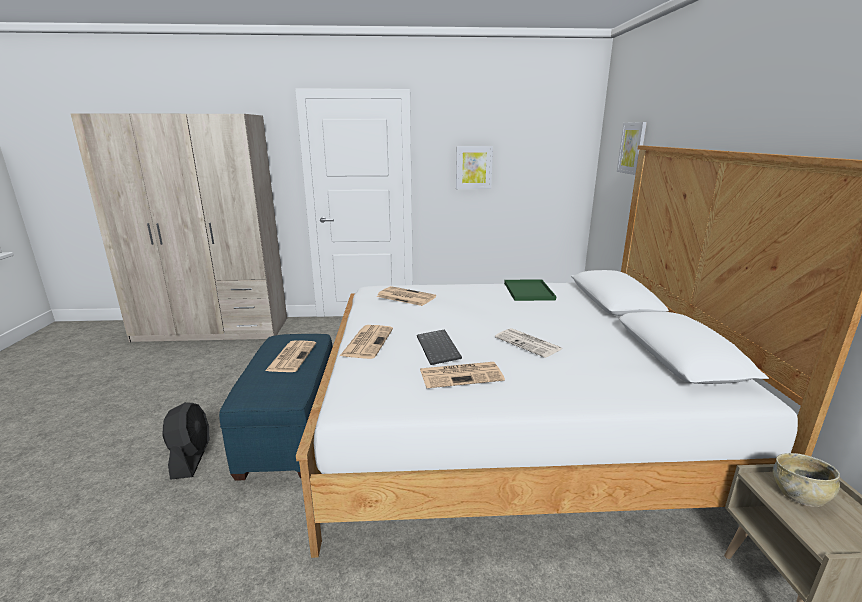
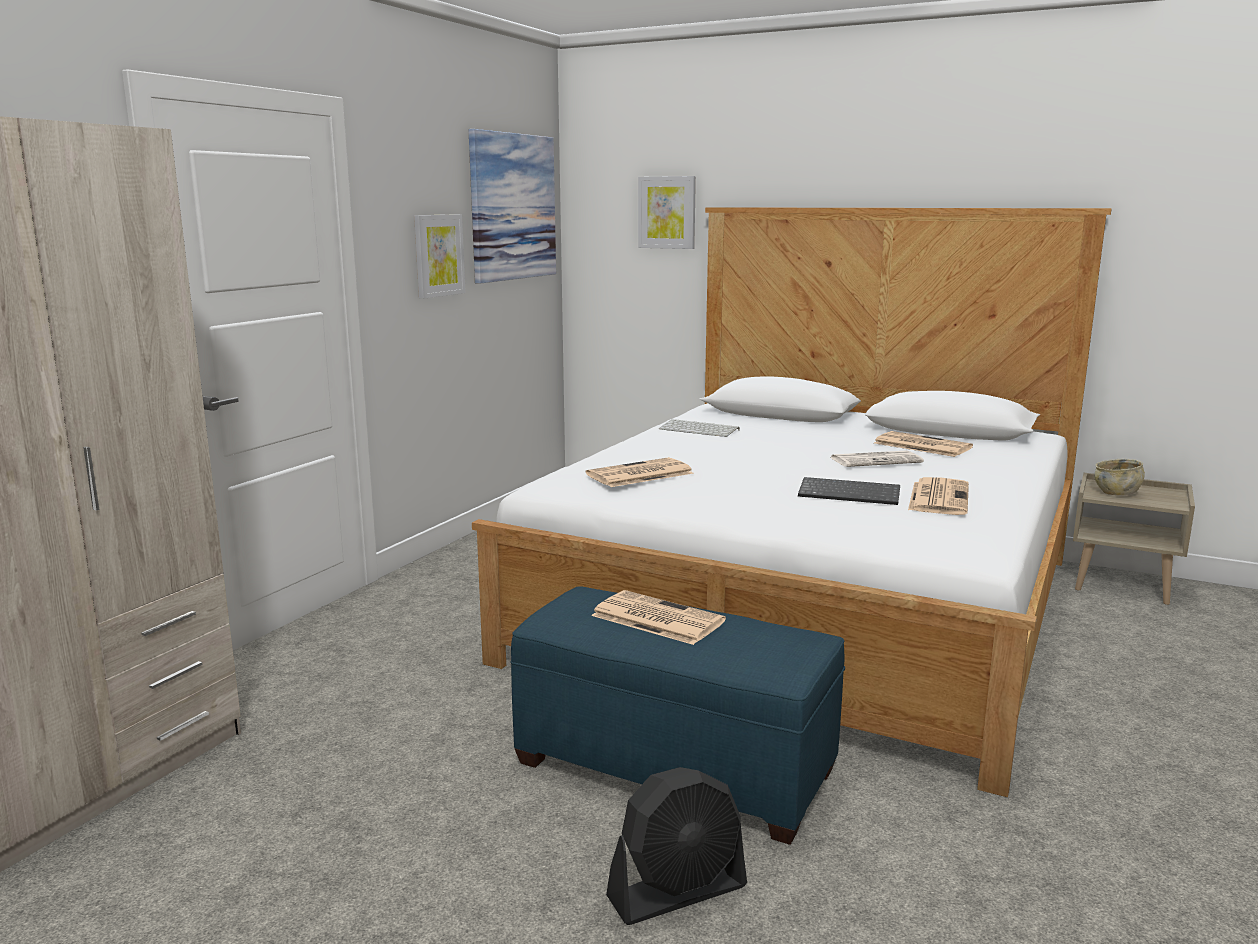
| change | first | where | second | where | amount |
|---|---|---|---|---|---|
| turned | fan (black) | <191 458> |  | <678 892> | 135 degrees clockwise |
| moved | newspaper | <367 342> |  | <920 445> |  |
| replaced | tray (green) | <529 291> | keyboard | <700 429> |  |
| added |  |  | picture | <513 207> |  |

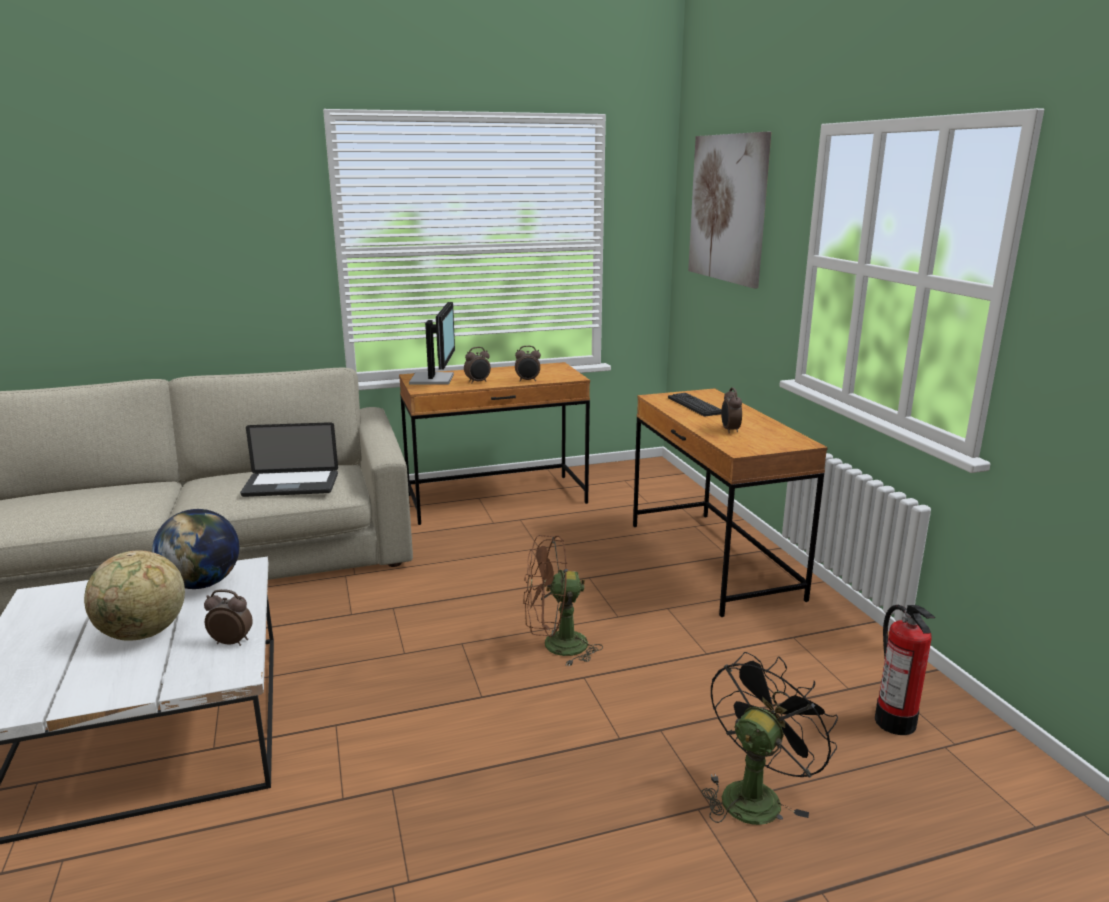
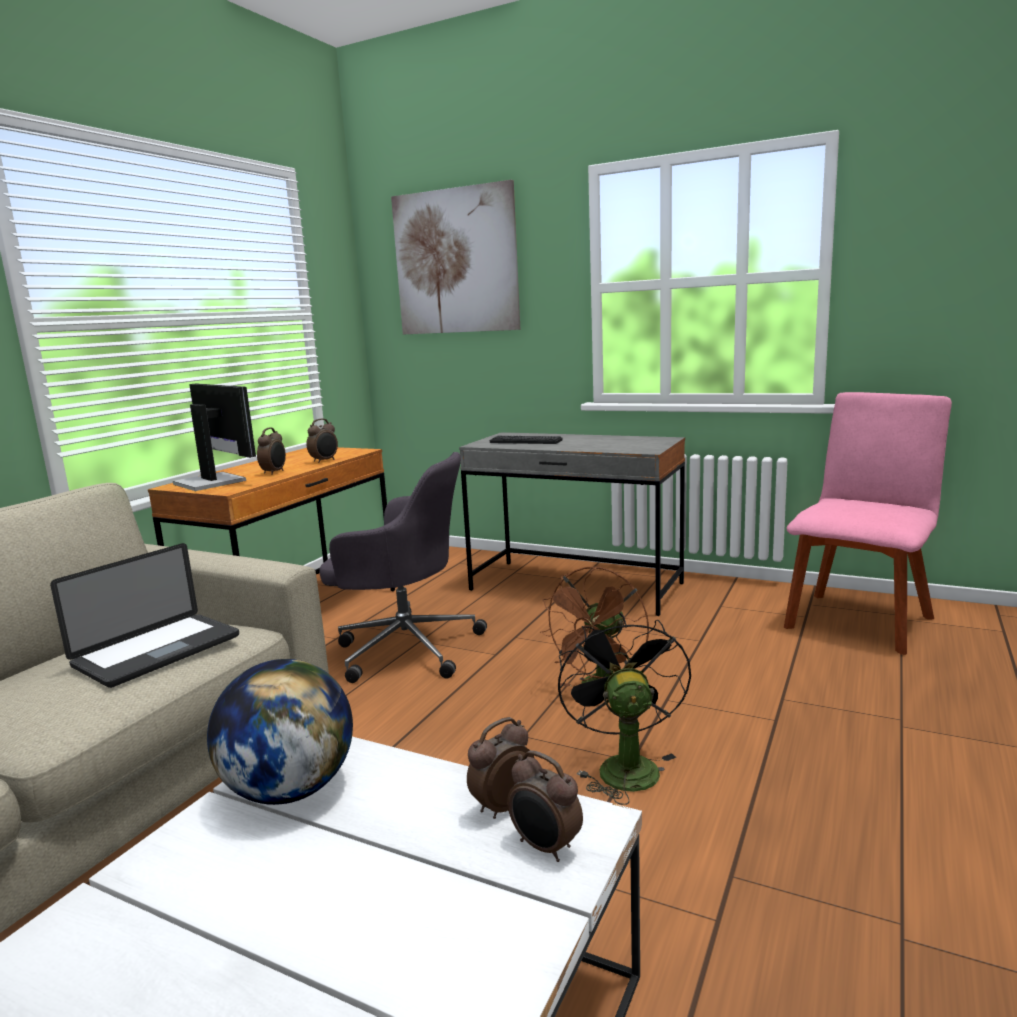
| change | first | where | second | where | amount |
|---|---|---|---|---|---|
| removed | globe | <143 634> |  |  |  |
| recoloured | desk (brown) | <712 560> | desk (grey) | <575 587> |  |
| moved | fan (black) | <755 794> |  | <623 766> |  |
| moved | alarm clock | <729 430> |  | <545 847> |  |
| replaced | fire extinguisher | <895 722> | chair (pink) | <859 620> |  |
| added |  |  | office chair (grey) | <405 648> |  |

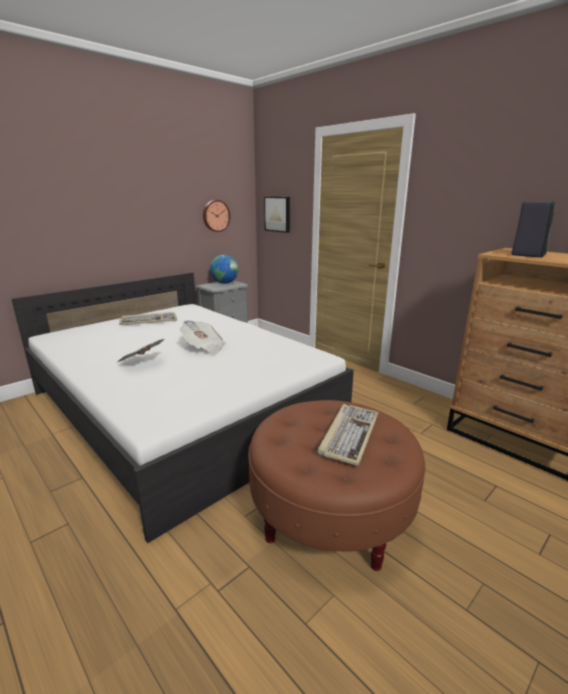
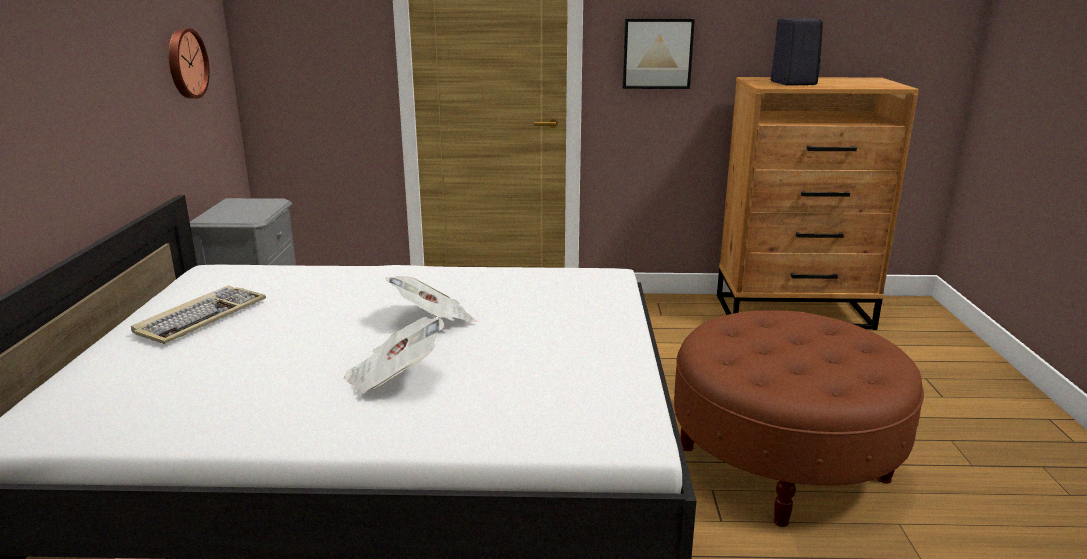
| change | first | where | second | where | amount |
|---|---|---|---|---|---|
| removed | globe | <225 283> |  |  |  |
| moved | picture | <278 214> |  | <657 53> |  |
| removed | keyboard | <349 434> |  |  |  |

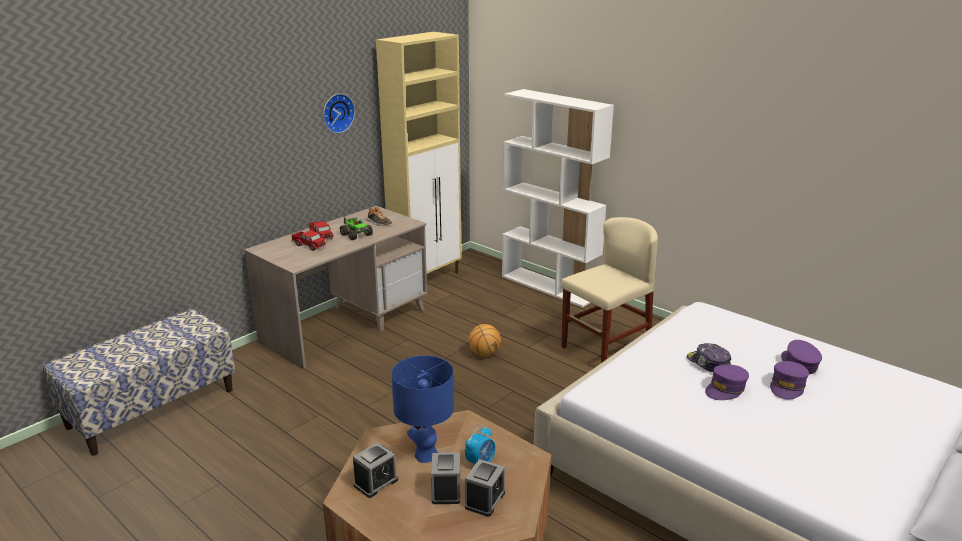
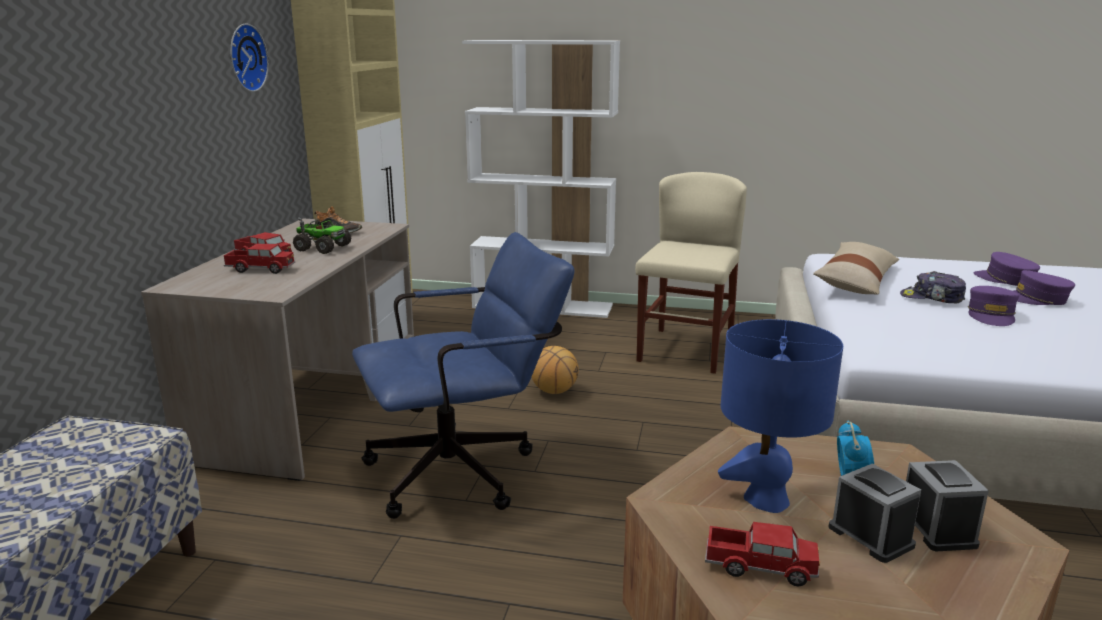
| change | first | where | second | where | amount |
|---|---|---|---|---|---|
| replaced | alarm clock | <376 482> | toy truck | <760 566> |  |
| turned | cap (purple) | <787 386> |  | <1035 299> | 105 degrees clockwise |
| added |  |  | office chair (blue) | <465 470> |  |
| added |  |  | pillow (beige) | <856 281> |  |

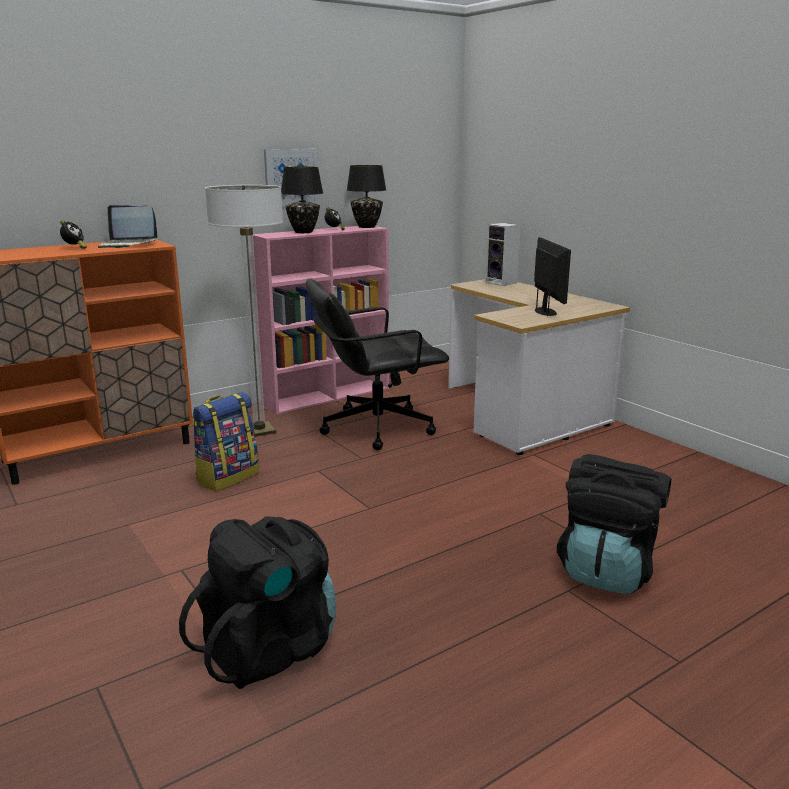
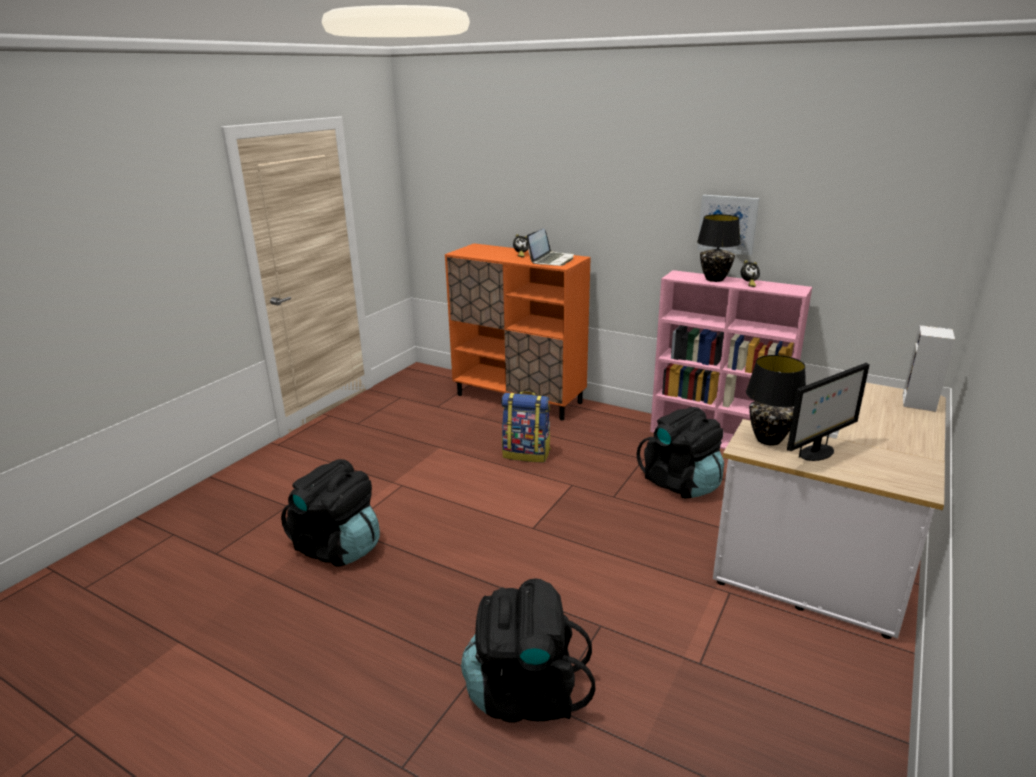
| change | first | where | second | where | amount |
|---|---|---|---|---|---|
| turned | laptop | <128 245> |  | <552 260> | 135 degrees counterclockwise |
| removed | floor lamp | <259 431> |  |  |  |
| replaced | office chair (black) | <375 427> | backpack (black) | <681 483> |  |
| moved | table lamp (black) | <366 227> |  | <767 440> |  |

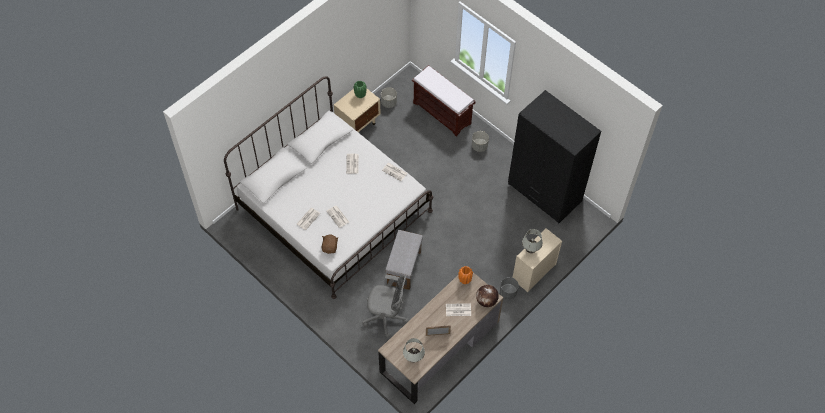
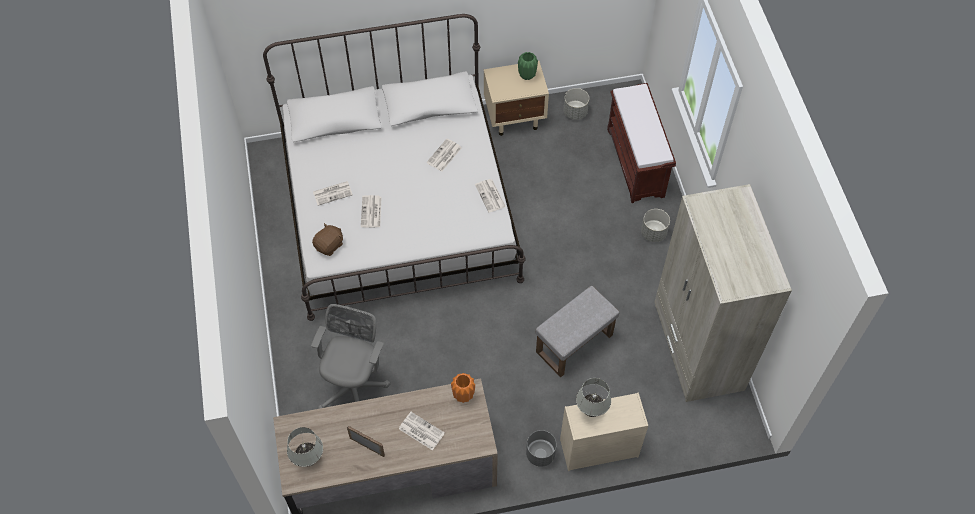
| change | first | where | second | where | amount |
|---|---|---|---|---|---|
| turned | office chair (grey) | <386 317> |  | <354 385> | 120 degrees counterclockwise |
| moved | ottoman (grey) | <404 268> |  | <574 344> |  |
| removed | globe | <486 301> |  |  |  |
| recoloured | wardrobe (black) | <544 193> | wardrobe (beige) | <697 347> |  |

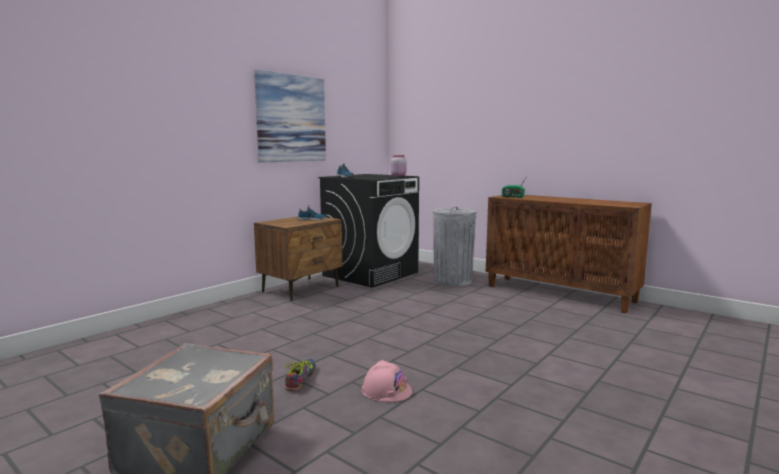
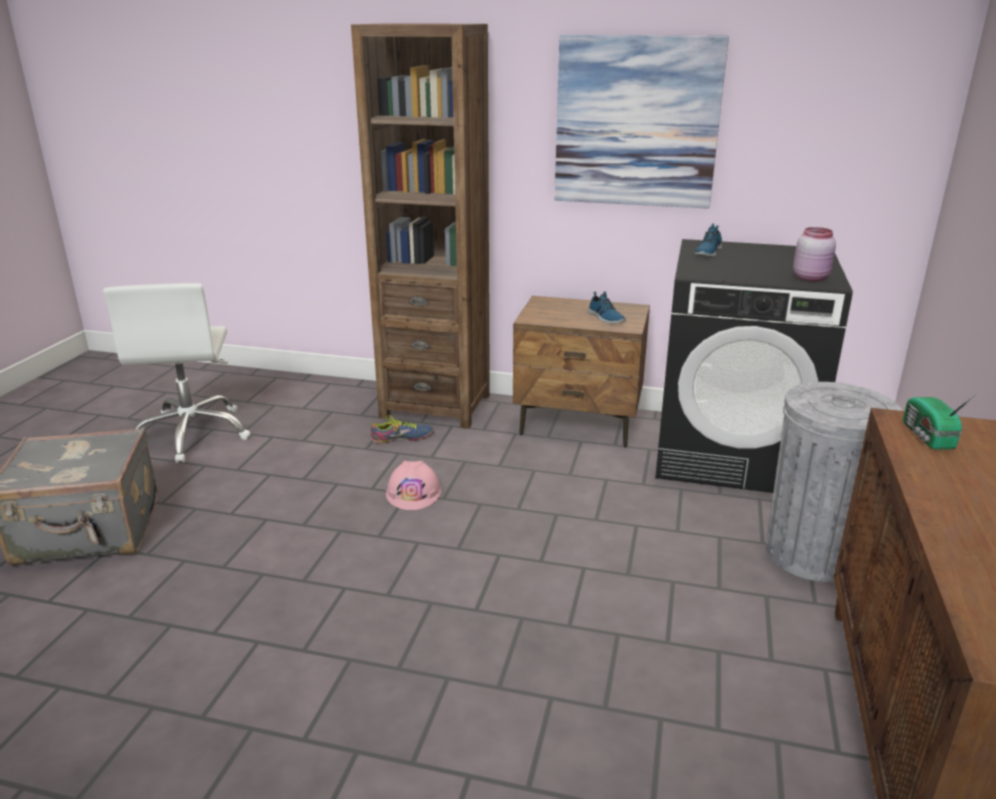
| change | first | where | second | where | amount |
|---|---|---|---|---|---|
| moved | shoe | <300 378> |  | <402 437> |  |
| moved | hard hat (pink) | <386 390> |  | <413 493> |  |
| added |  |  | office chair (white) | <192 434> |  |
| added |  |  | bookcase (brown) | <436 406> |  |

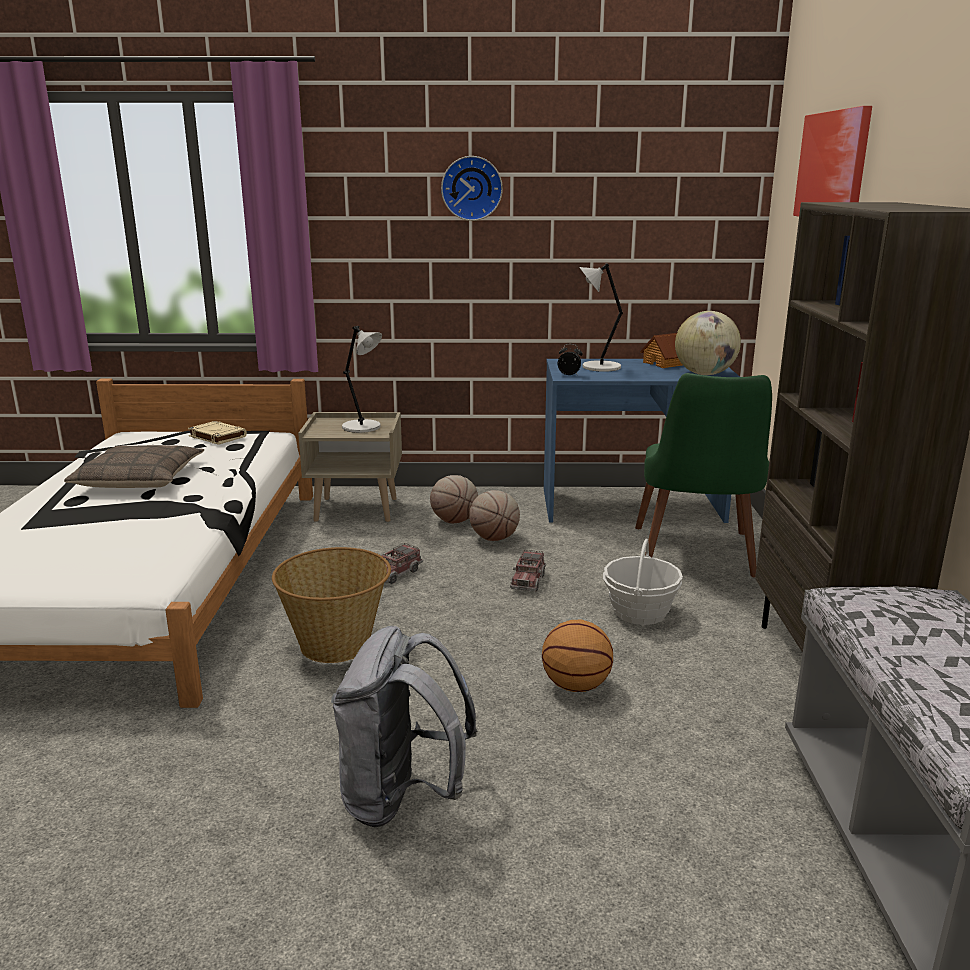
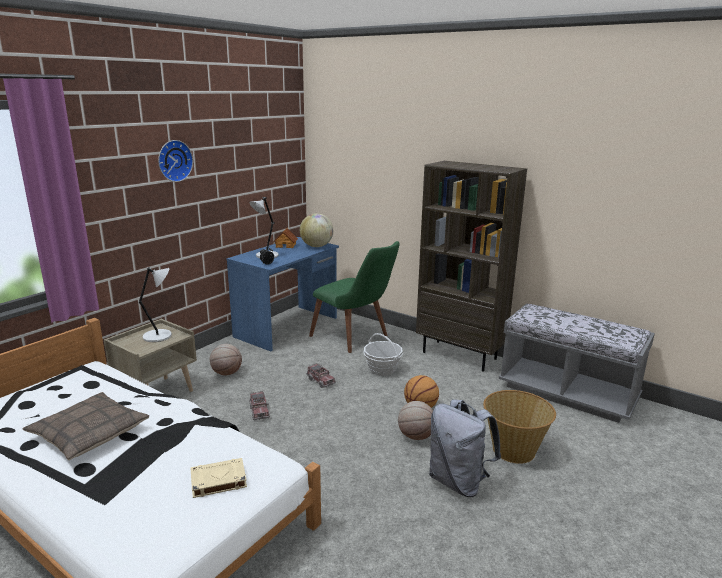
| change | first | where | second | where | amount |
|---|---|---|---|---|---|
| moved | book (beige) | <217 436> |  | <218 481> |  |
| moved | basket | <337 644> |  | <513 449> |  |
| moved | basketball | <494 538> |  | <415 436> |  |
| removed | picture | <832 166> |  |  |  |

